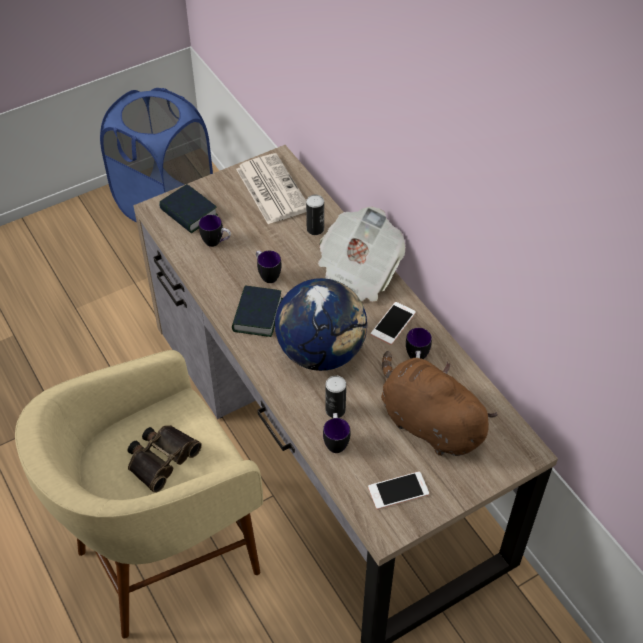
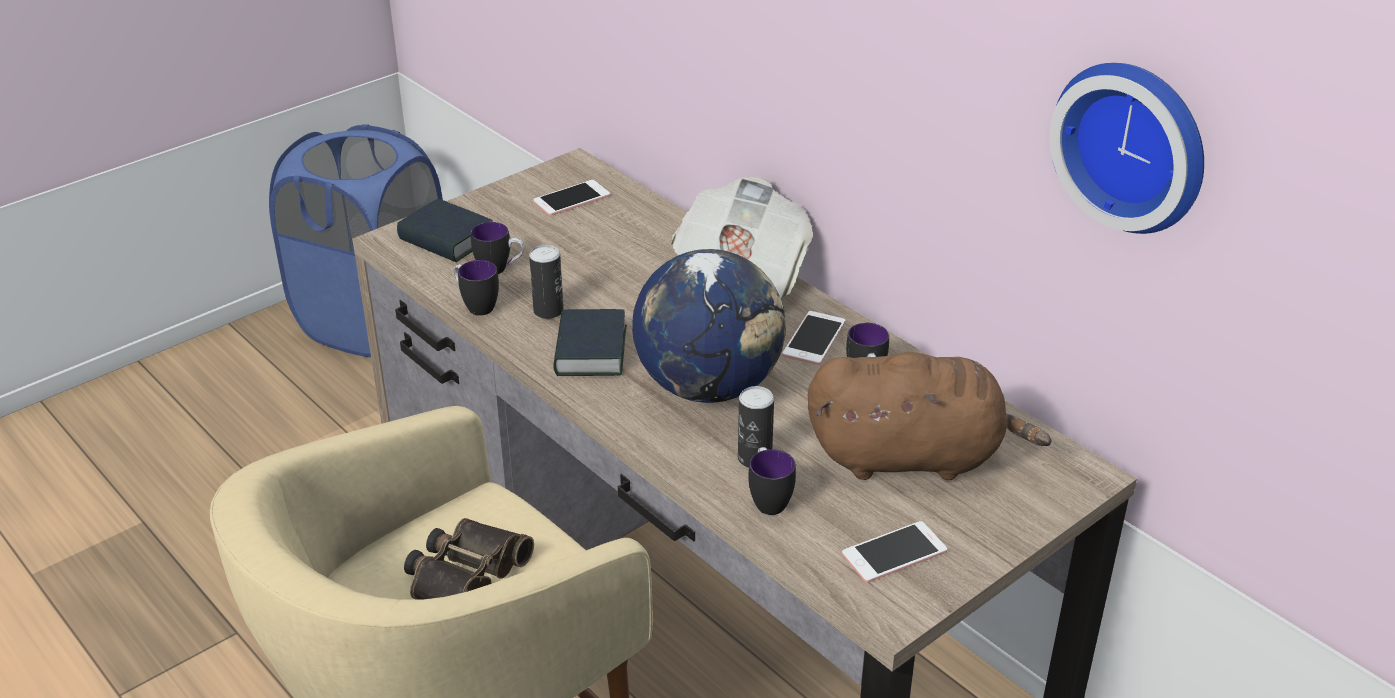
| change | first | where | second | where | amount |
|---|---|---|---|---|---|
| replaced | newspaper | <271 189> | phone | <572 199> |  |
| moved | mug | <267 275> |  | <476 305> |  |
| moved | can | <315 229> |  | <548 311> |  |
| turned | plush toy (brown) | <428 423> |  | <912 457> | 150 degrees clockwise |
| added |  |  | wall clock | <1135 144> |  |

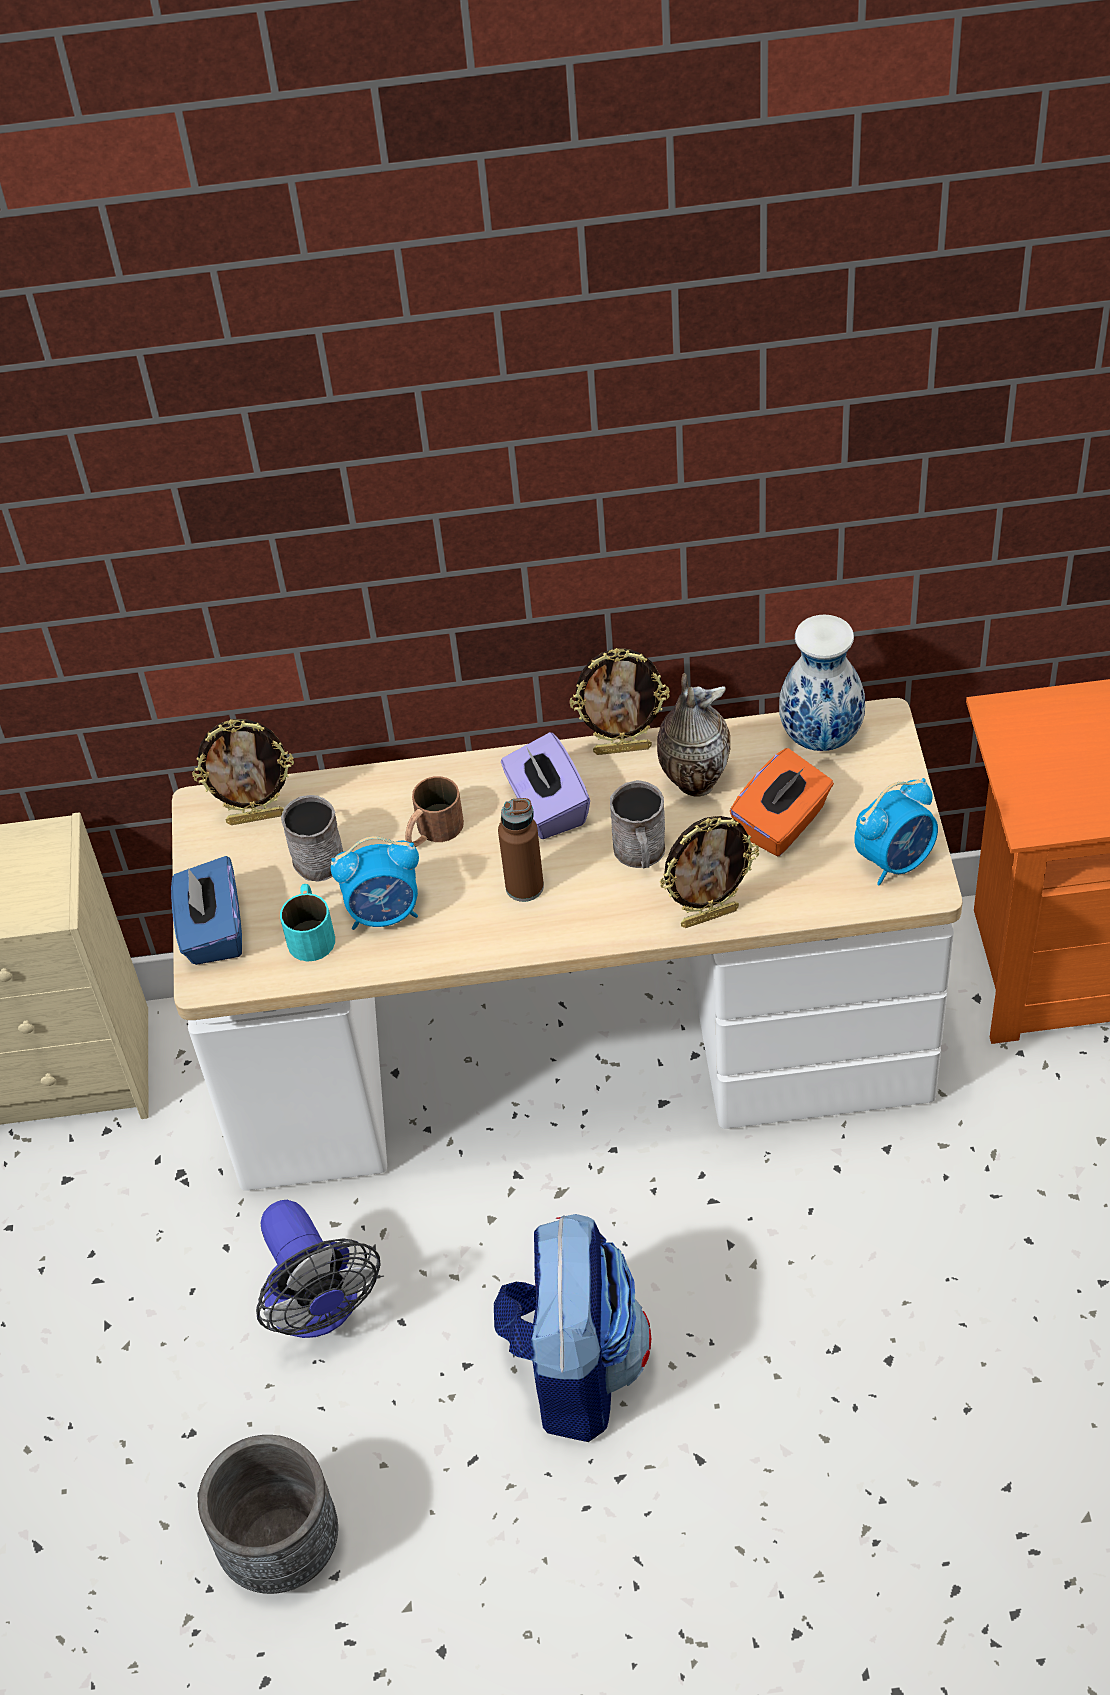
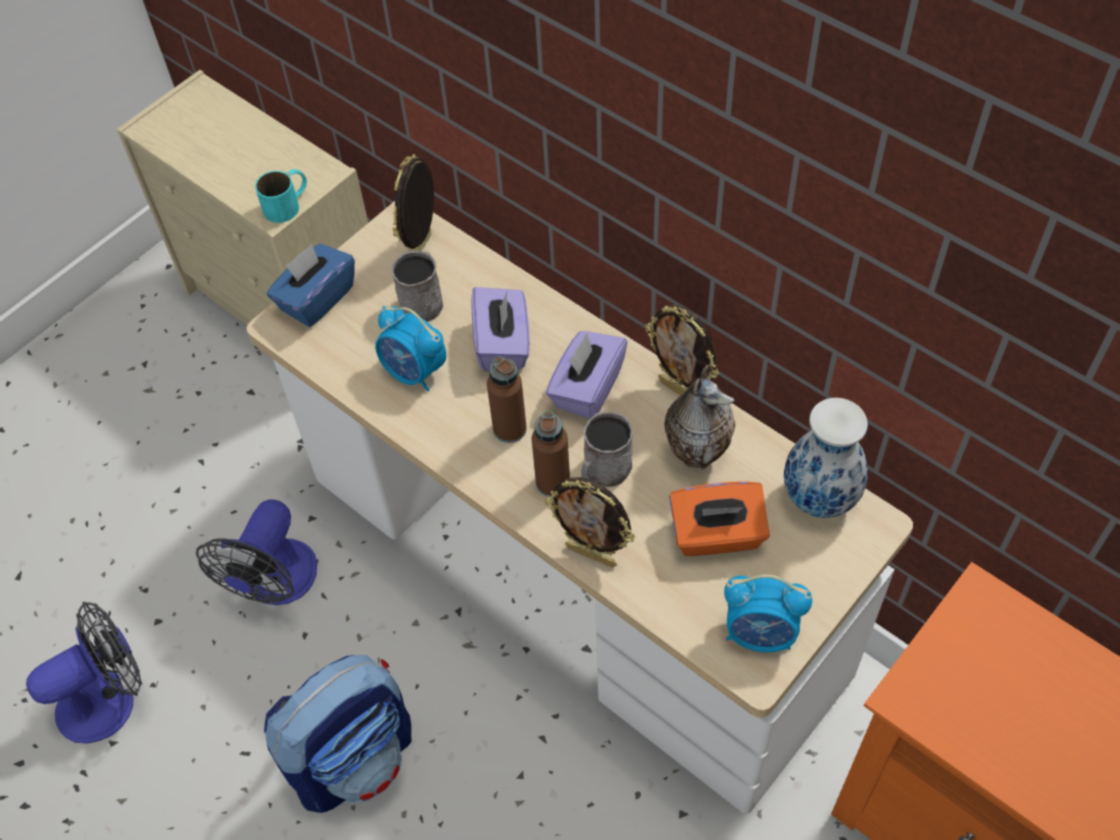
| change | first | where | second | where | amount |
|---|---|---|---|---|---|
| turned | picture frame | <256 817> |  | <423 249> | 75 degrees clockwise |
| replaced | planter (grey) | <281 1547> | fan | <109 698> |  |
| moved | mug (turquoise) | <311 931> |  | <288 203> |  |
| replaced | mug (brown) | <432 831> | tissue box (purple) | <503 344> |  |
| added |  |  | bottle (brown) | <553 483> |  |

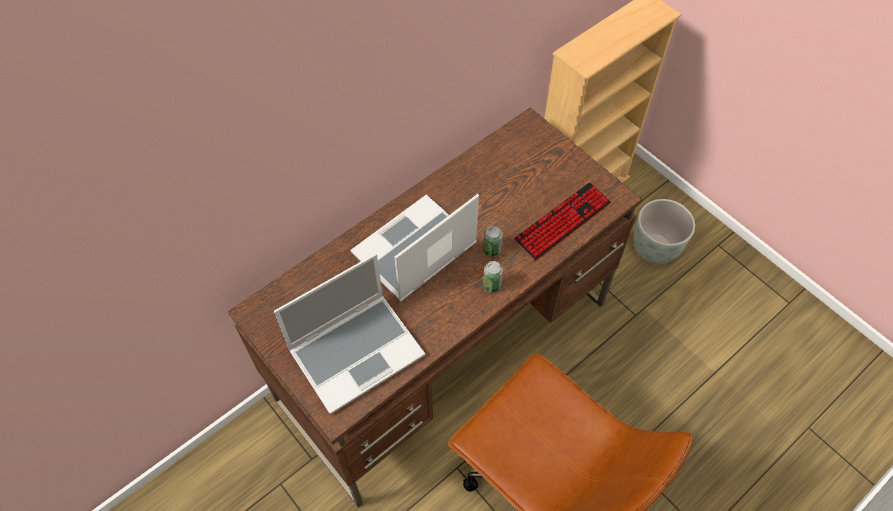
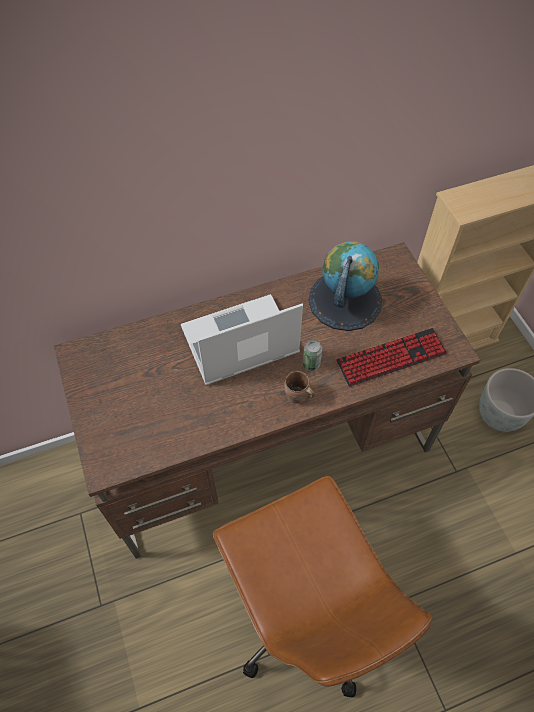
| change | first | where | second | where | amount |
|---|---|---|---|---|---|
| removed | laptop | <357 351> |  |  |  |
| replaced | can | <491 285> | mug (brown) | <297 397> |  |
| added |  |  | globe | <344 300> |  |

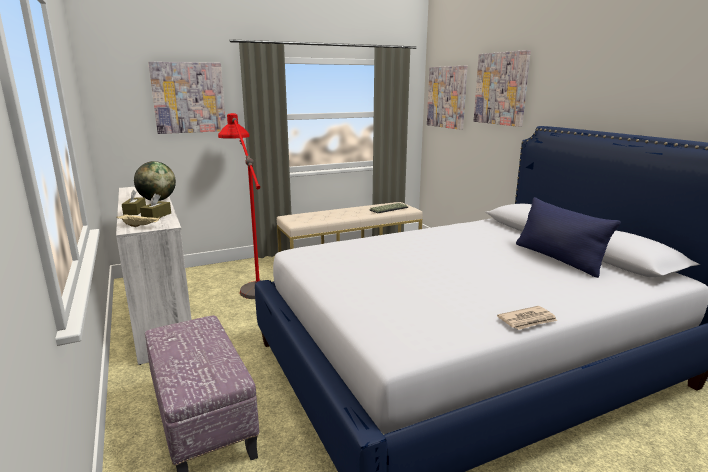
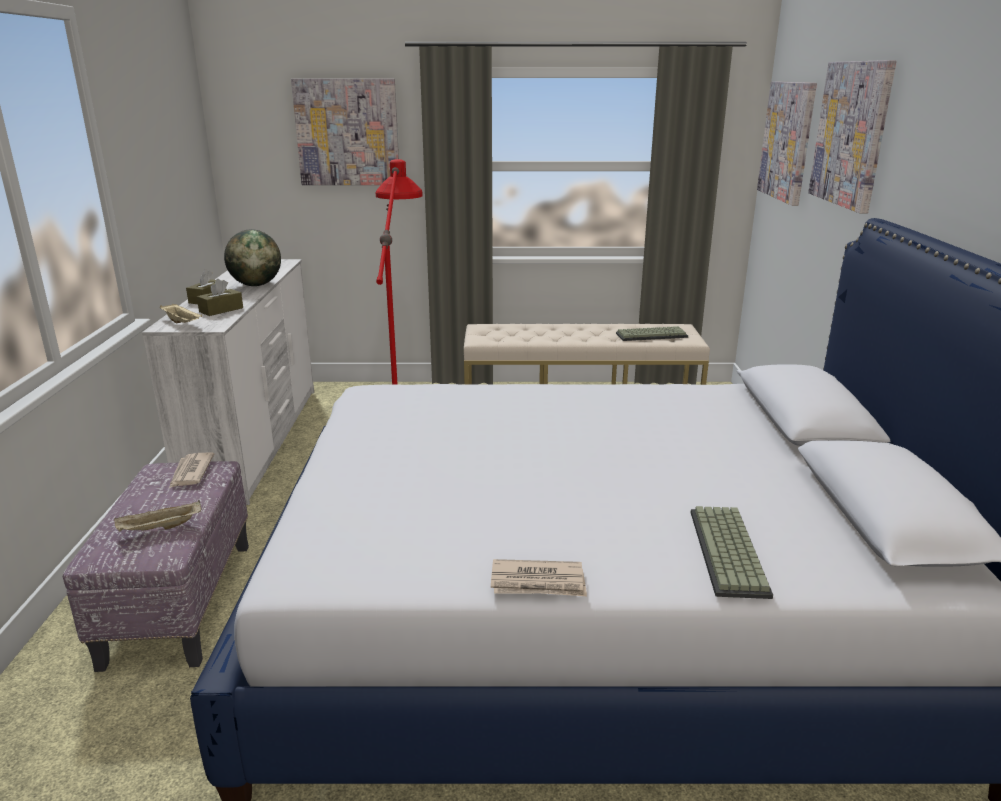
| change | first | where | second | where | amount |
|---|---|---|---|---|---|
| removed | pillow (blue) | <558 259> |  |  |  |
| added |  |  | tray (beige) | <160 528> |  |
| added |  |  | newspaper | <190 472> |  |
| added |  |  | keyboard | <730 553> |  |

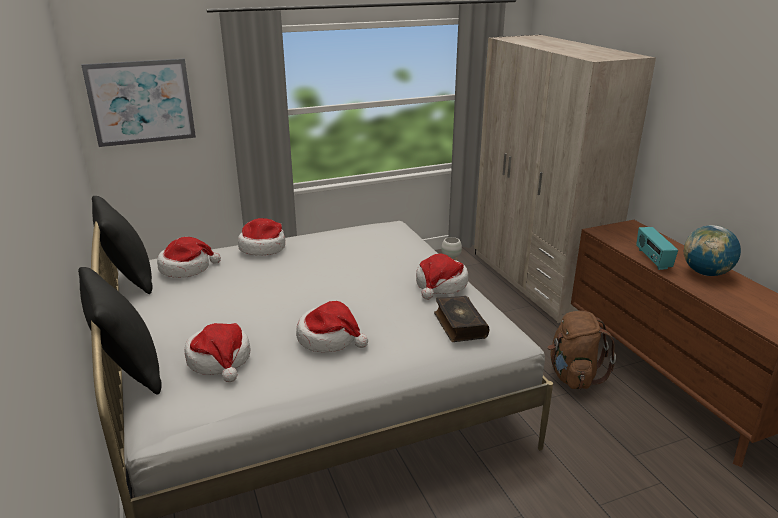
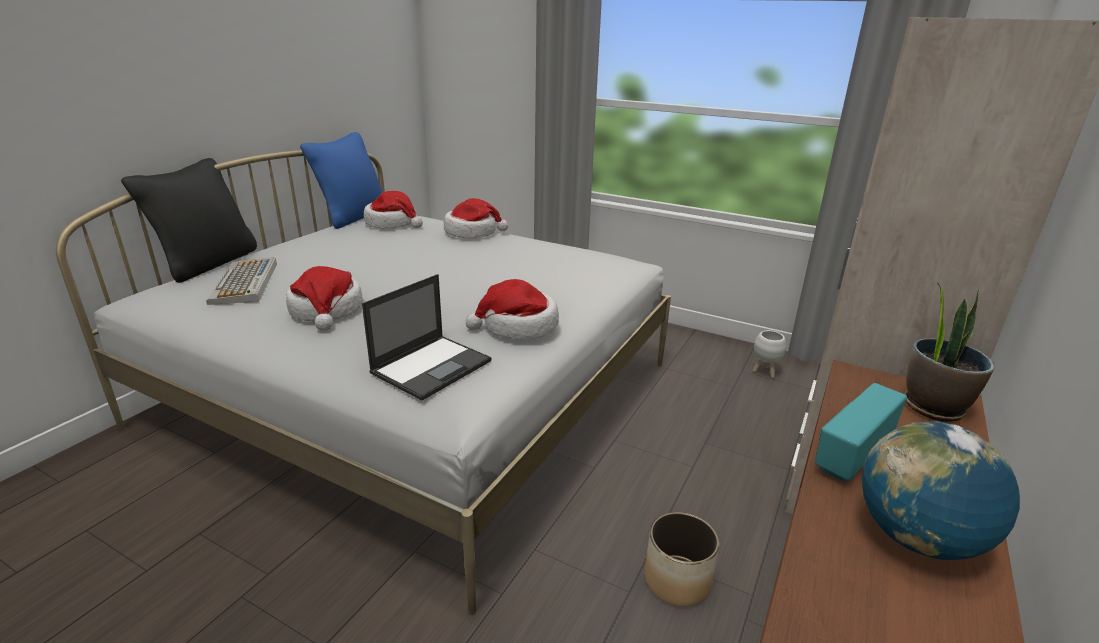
| change | first | where | second | where | amount |
|---|---|---|---|---|---|
| removed | picture | <141 102> |  |  |  |
| recoloured | pillow (black) | <129 279> | pillow (blue) | <352 216> |  |
| replaced | hat | <220 360> | keyboard | <245 283> |  |
| replaced | book | <459 325> | laptop | <432 366> |  |
| replaced | backpack (brown) | <573 376> | planter | <677 581> |  |
| added |  |  | potted plant | <932 407> |  |

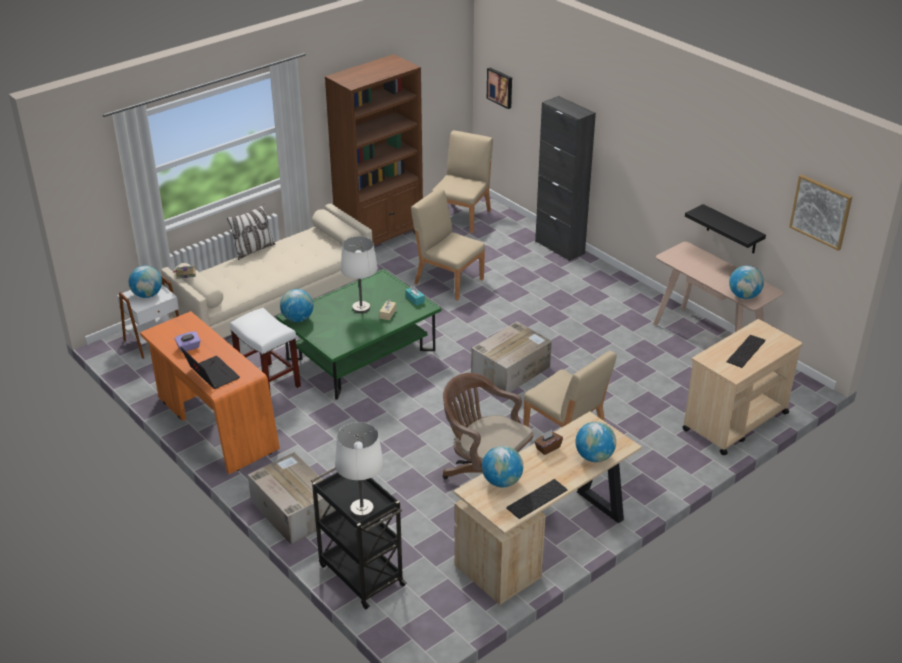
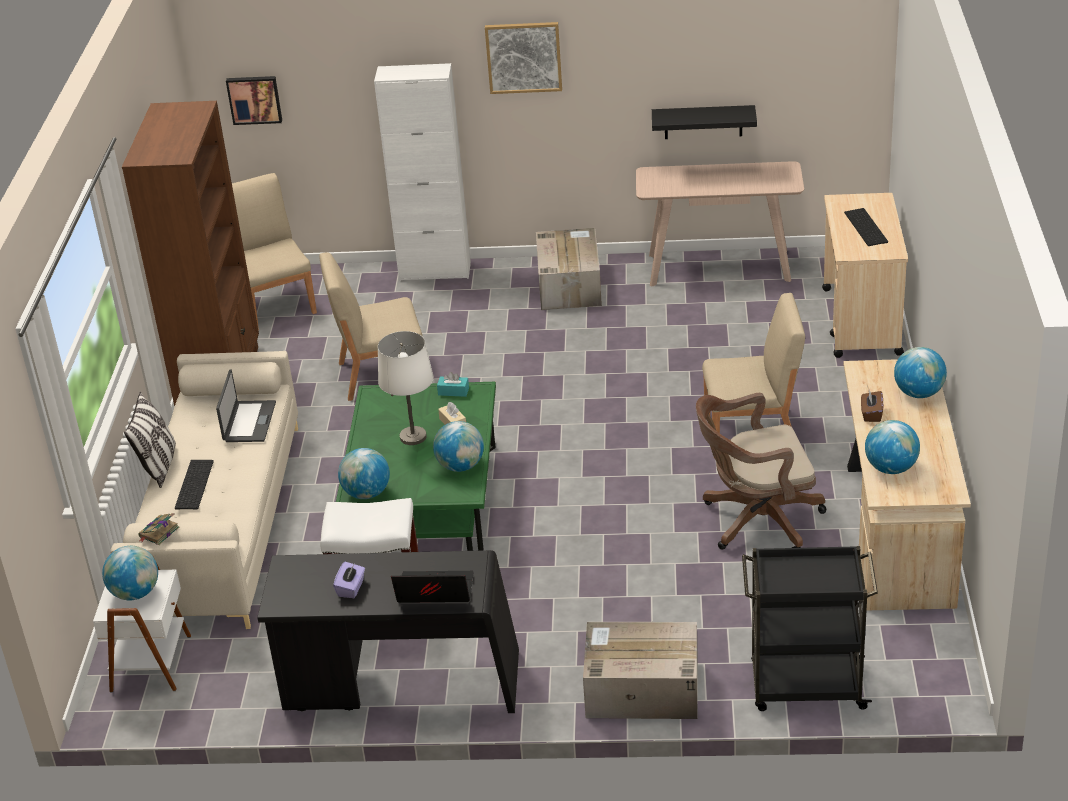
| change | first | where | second | where | amount |
|---|---|---|---|---|---|
| recoloured | desk (orange) | <214 424> | desk (black) | <400 684> |  |
| removed | table lamp (white) | <362 509> |  |  |  |
| moved | cardboard box | <511 370> |  | <569 285> |  |
| moved | keyboard | <536 498> |  | <193 484> |  |
| recoloured | cabinet (black) | <559 247> | cabinet (white) | <435 271> |  |
| moved | globe | <744 296> |  | <460 466> |  |
| moved | picture | <821 211> |  | <523 57> |  |
| added |  |  | laptop | <248 422> |  |

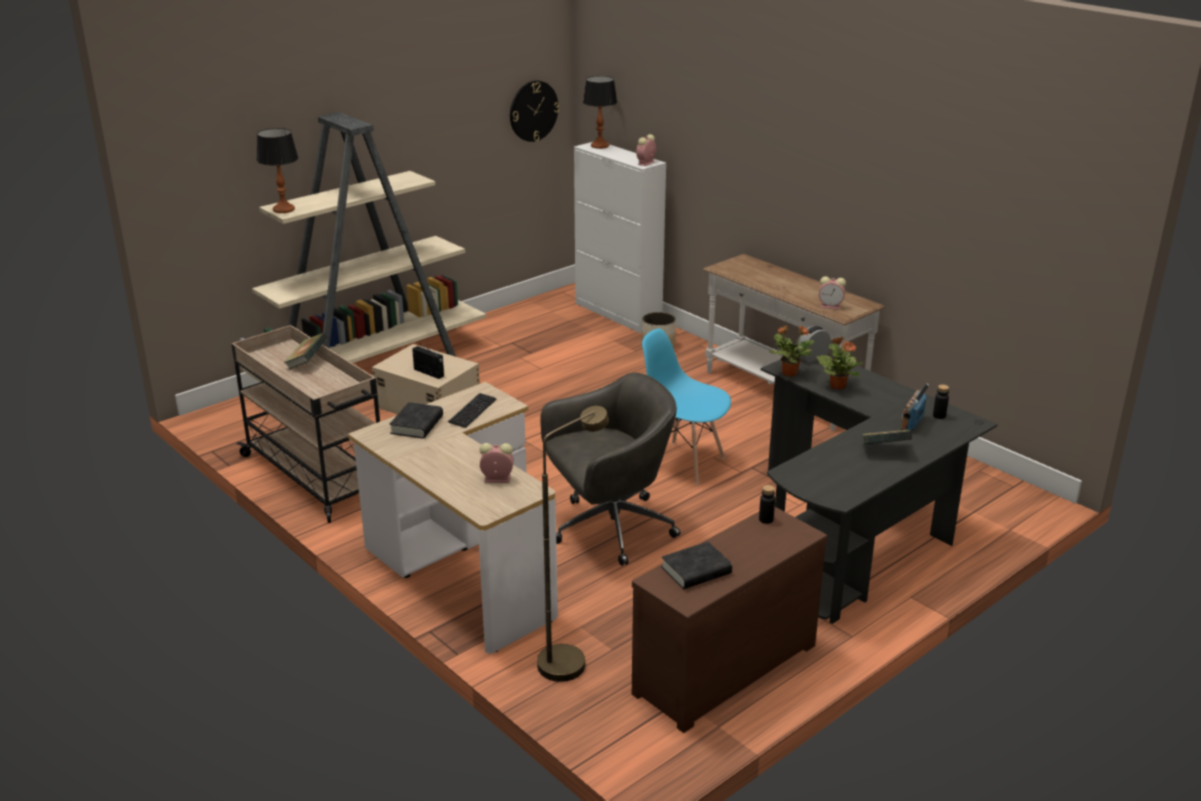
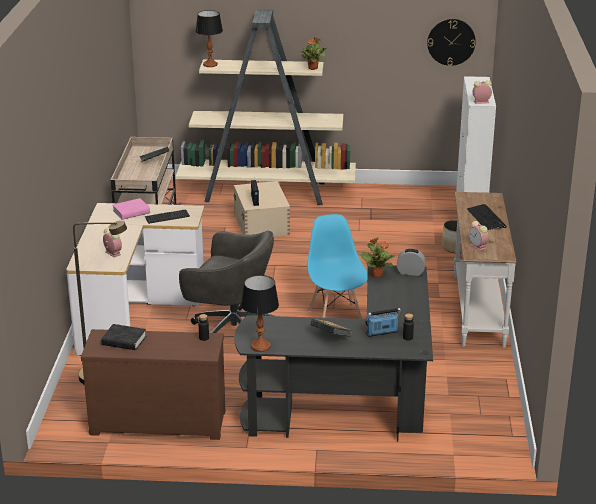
| change | first | where | second | where | amount |
|---|---|---|---|---|---|
| recoloured | book (black) | <417 425> | book (pink) | <131 212> |  |
| moved | table lamp | <600 146> |  | <260 346> |  |
| moved | potted plant | <837 386> |  | <313 68> |  |
| added |  |  | keyboard | <486 218> |  |

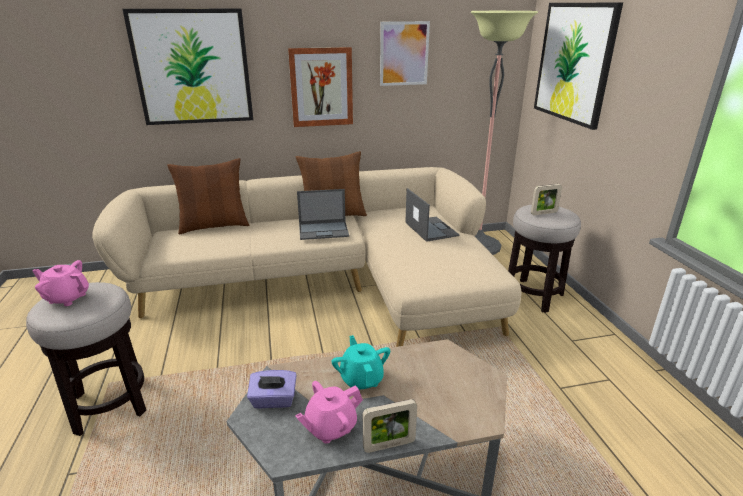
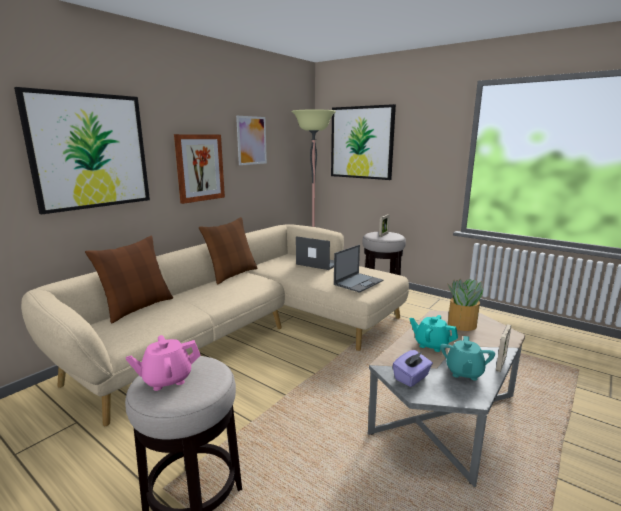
| change | first | where | second | where | amount |
|---|---|---|---|---|---|
| recoloured | teapot (pink) | <330 427> | teapot (turquoise) | <464 372> |  |
| moved | laptop | <324 230> |  | <358 282> |  |
| added |  |  | potted plant | <461 325> |  |

